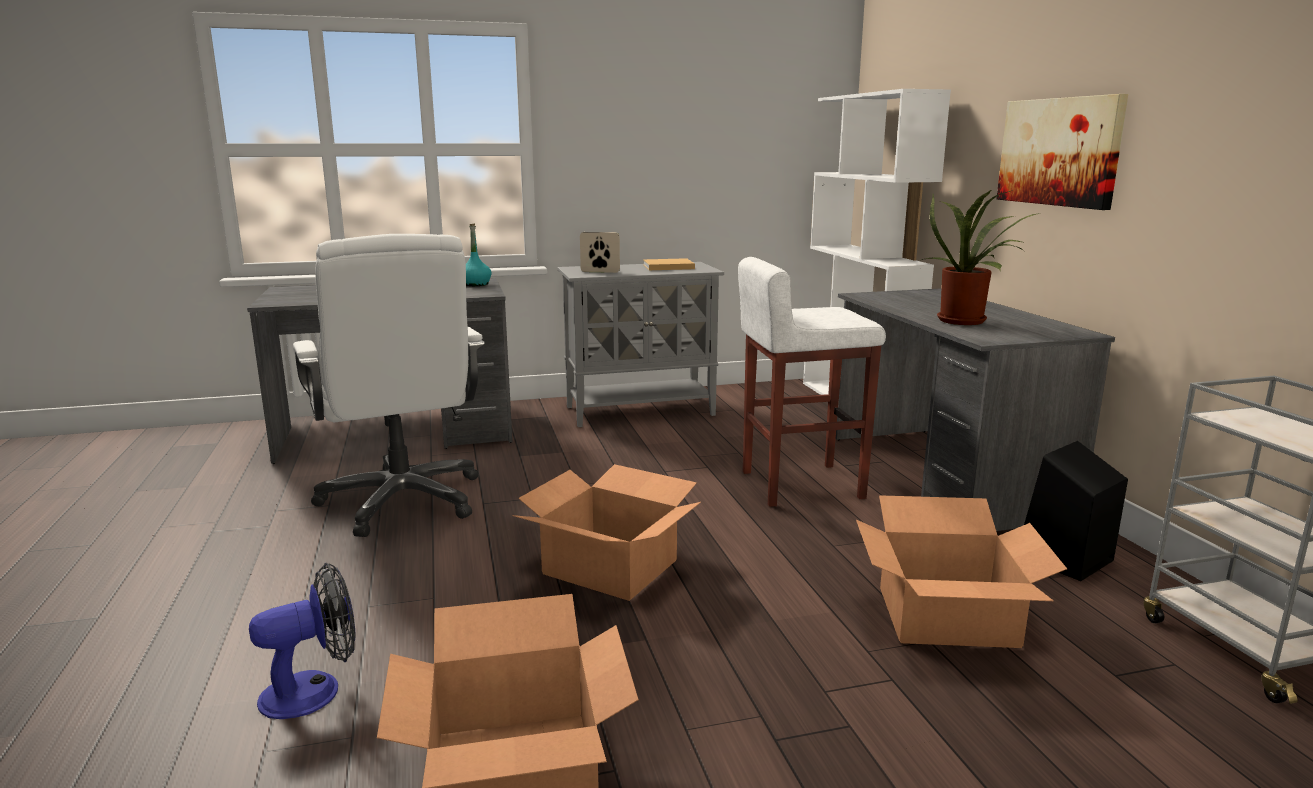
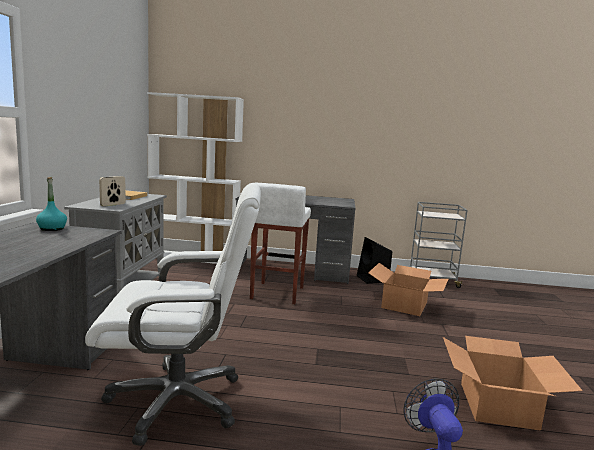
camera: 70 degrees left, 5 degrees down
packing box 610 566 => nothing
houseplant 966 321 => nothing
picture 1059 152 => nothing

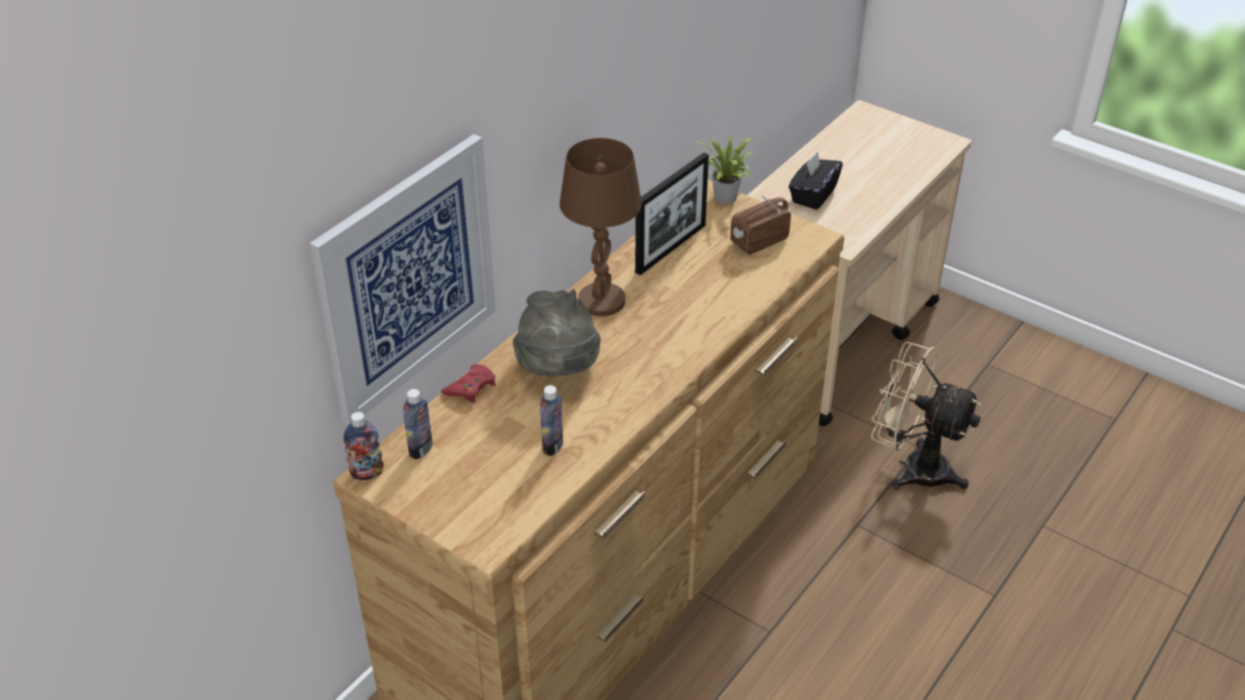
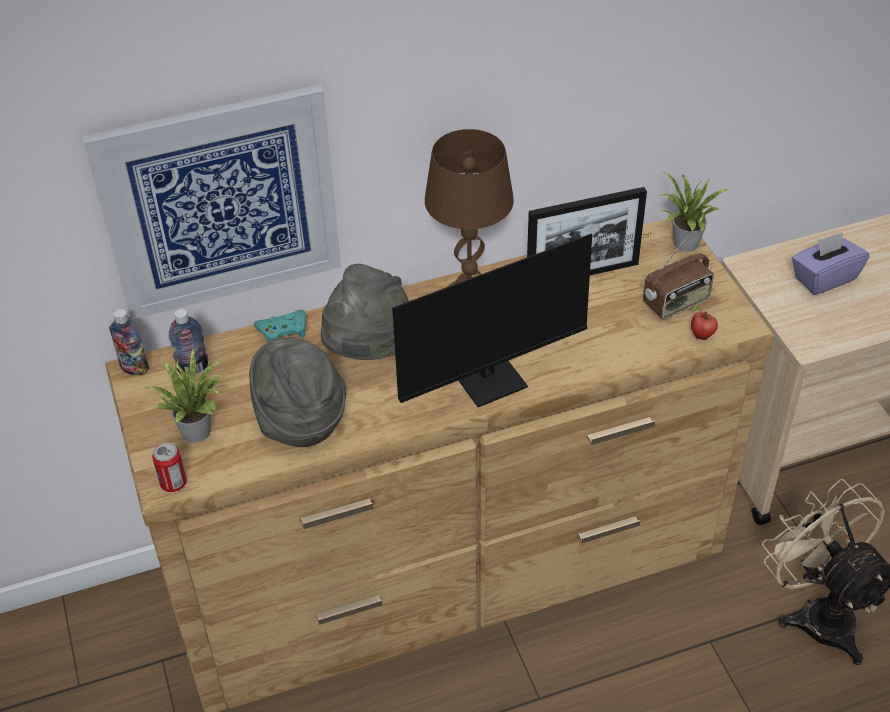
camera: 35 degrees right, 5 degrees up
gamepad/red 471 387 => gamepad/blue-green 283 330
drink bottle 552 446 => wearable hat/grey 299 419
radio receiver 758 241 => radio receiver 676 303, 150 degrees clockwise
tissue box/black 813 195 => tissue box/purple-coloured 824 278
nothing => houseplant 198 428
nothing => sealed can 173 483
nothing => computer display 500 377
nothing => apple fruit 700 336

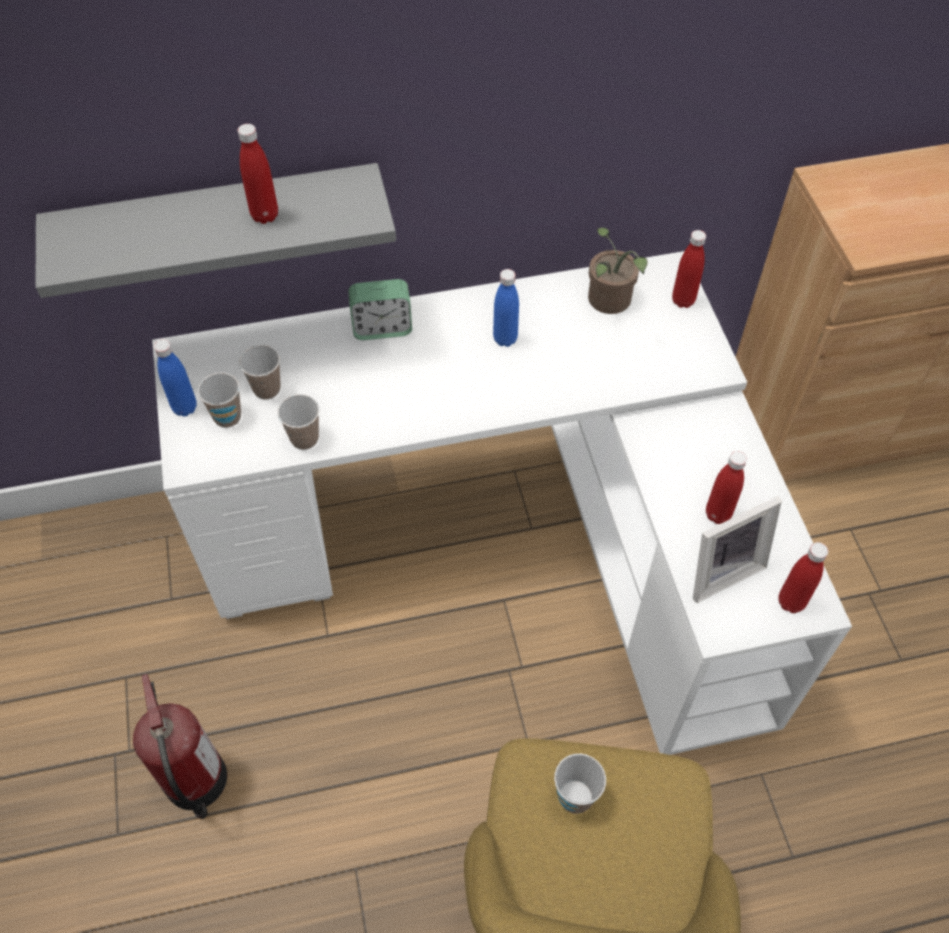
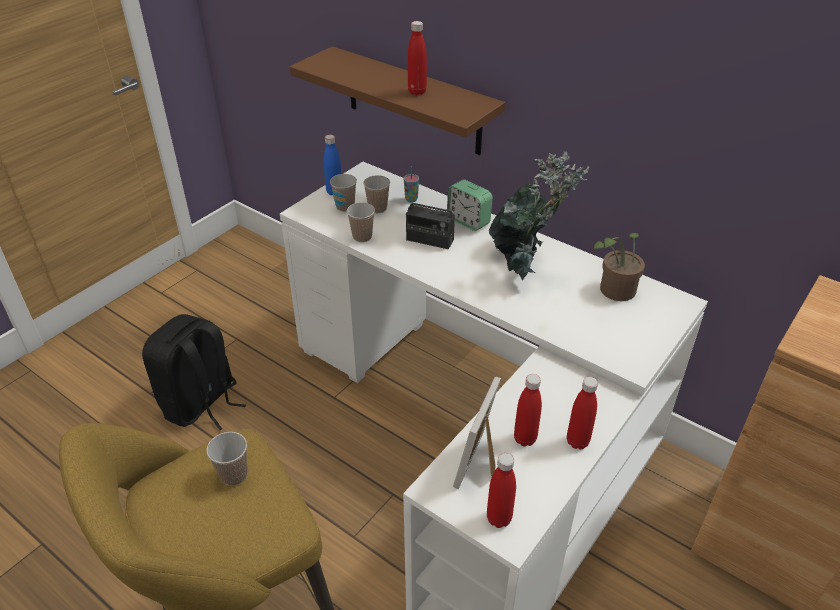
camera: 50 degrees right, 15 degrees down
wall shelf/grey 219 224 => wall shelf/brownish 413 101
fire-fighting cylinder 196 783 => knapsack/black 201 403
drink bottle/blue 505 339 => houseplant 524 266
drink bottle/red 683 301 => drink bottle/red 577 442, relocated
standing frame 720 570 => standing frame 481 464, 90 degrees clockwise
nothing => drinking cup 411 199
nothing => radio receiver 429 240

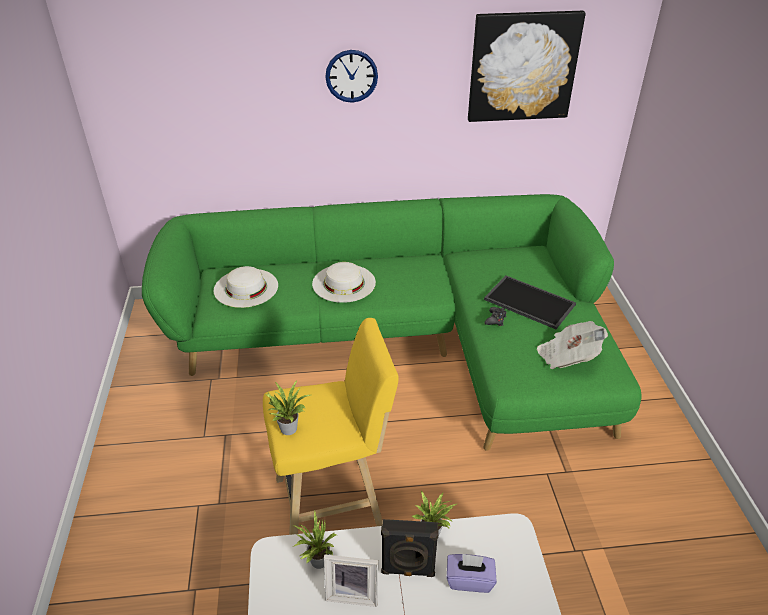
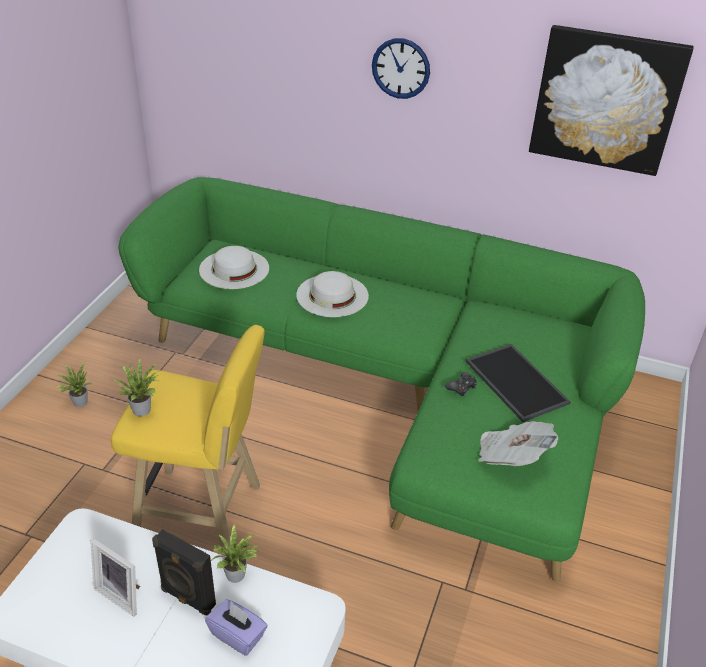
camera: 25 degrees right, 0 degrees up
houseplant 317 561 => houseplant 78 402, relocated

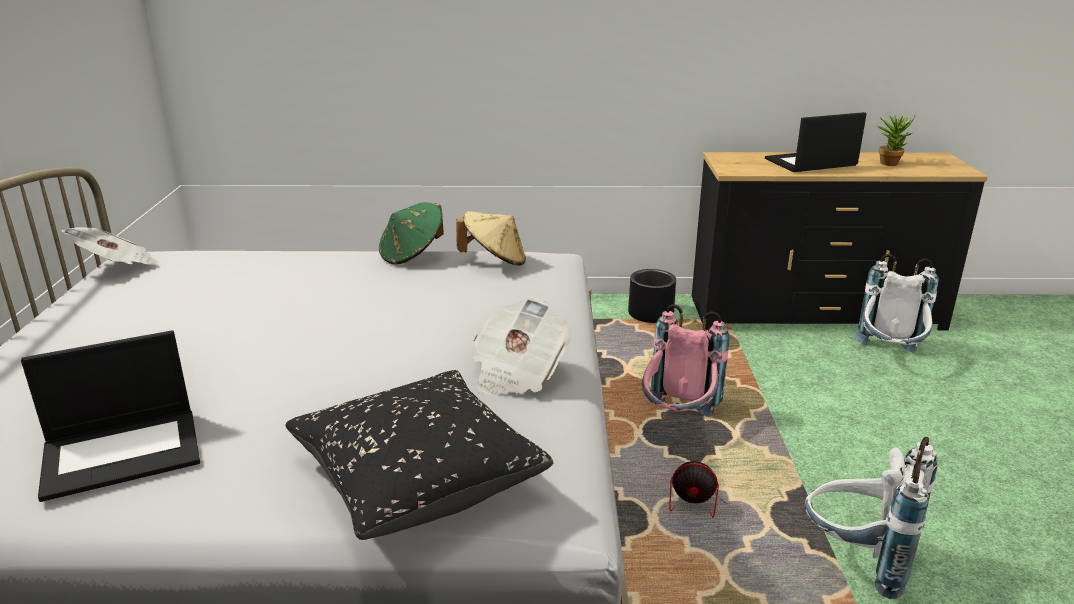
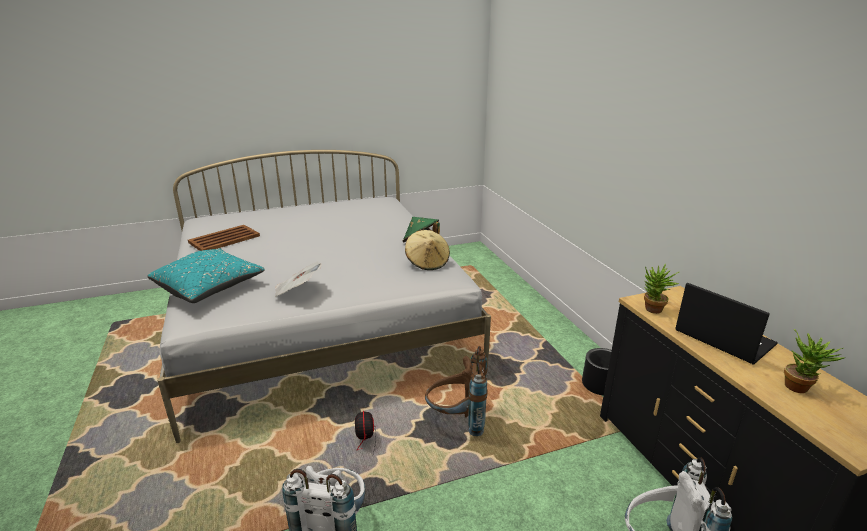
camera: 70 degrees right, 0 degrees up
laptop 124 452 => tray/brownish 225 239
printed paper 118 266 => nothing
throw pillow/black 417 476 => throw pillow/blue-green 209 287
knapsack/pink-coloured 677 421 => knapsack/brownish 457 421
nothing => houseplant 652 311

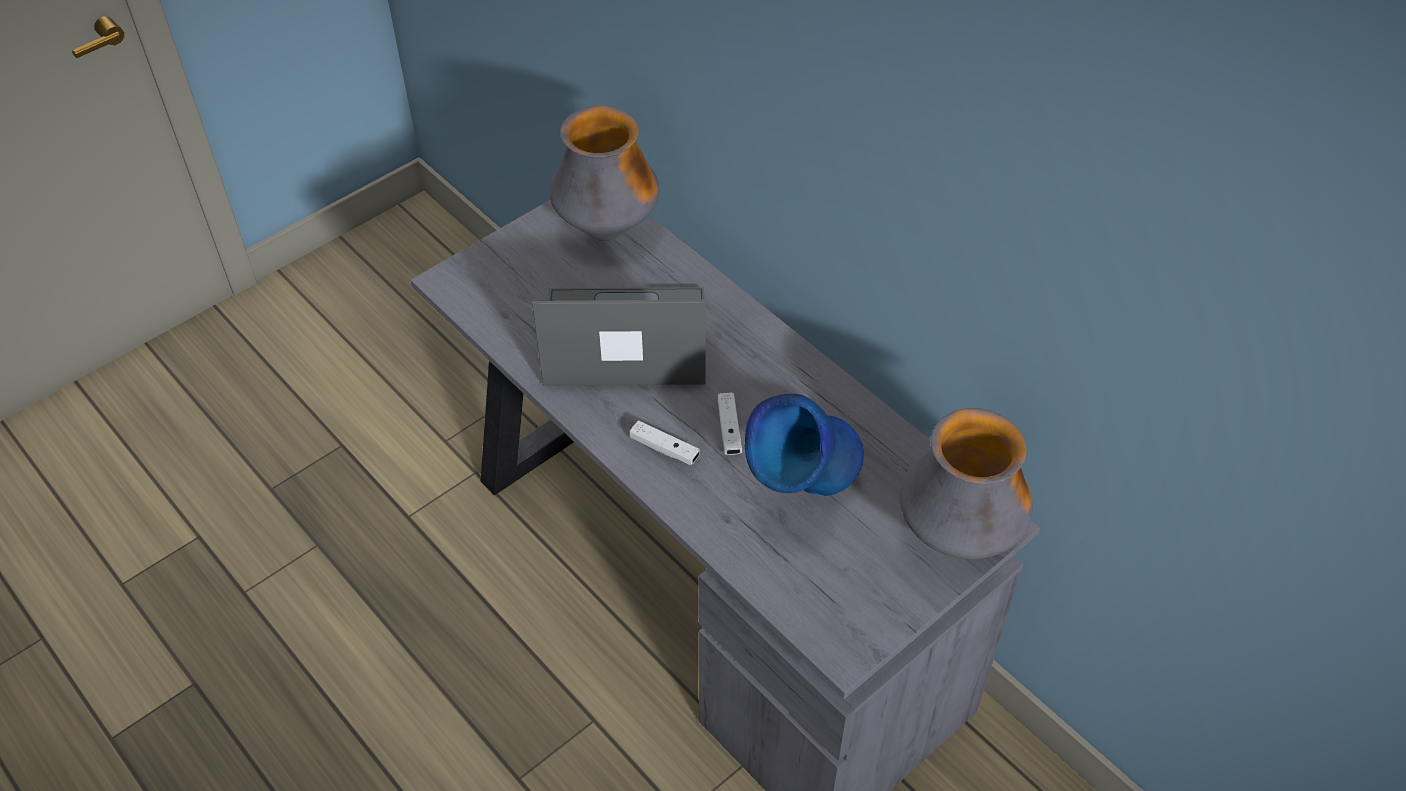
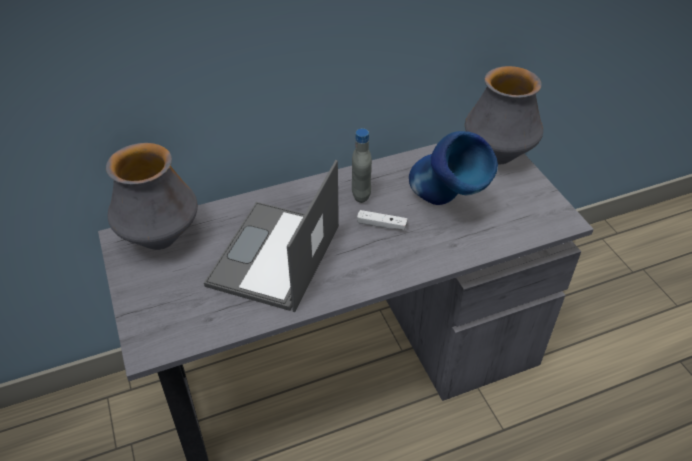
camera: 70 degrees left, 5 degrees down
gamepad/whitish 664 449 => nothing
nothing => drink bottle/grey 361 195

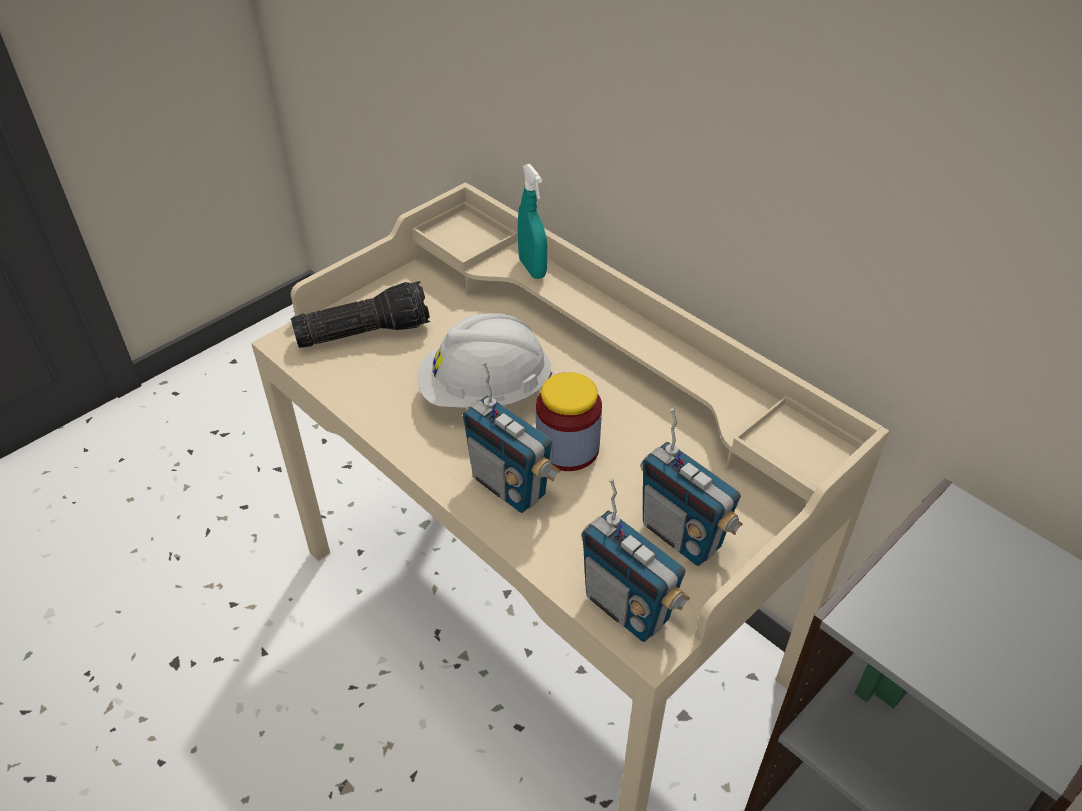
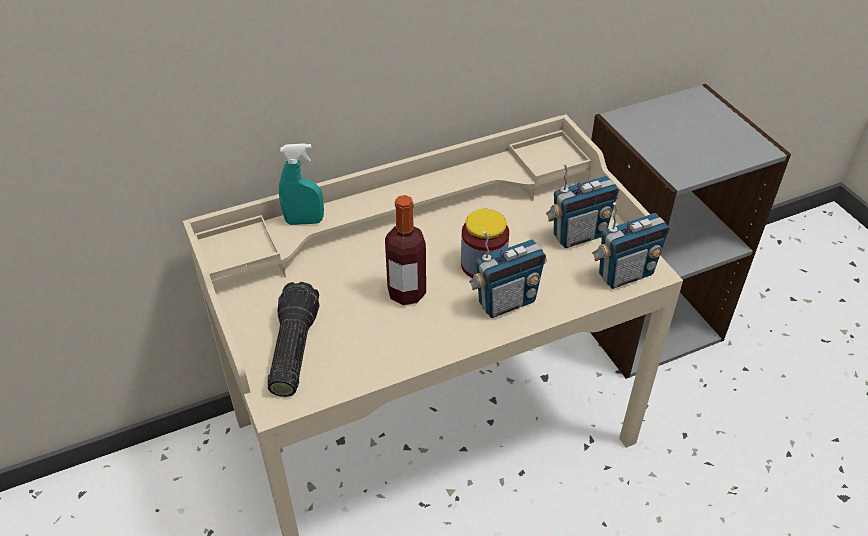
camera: 70 degrees left, 0 degrees up
hard hat/whitish 485 392 => drink bottle 406 293

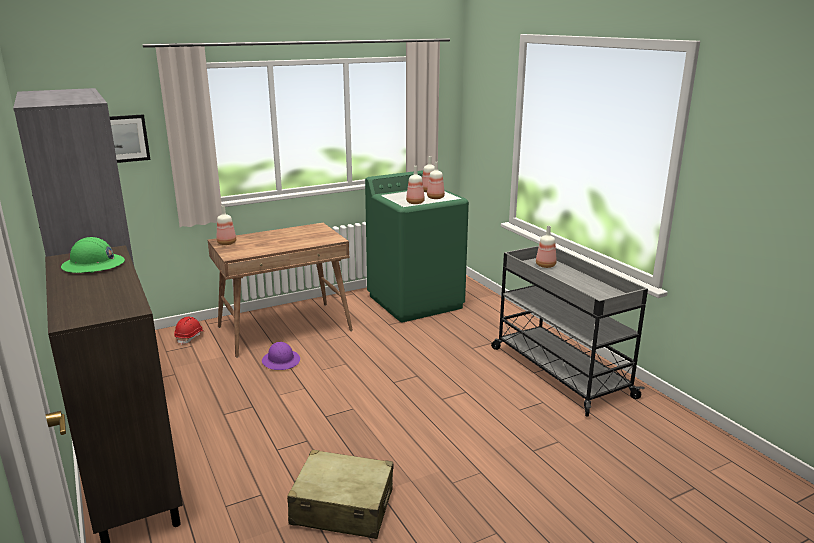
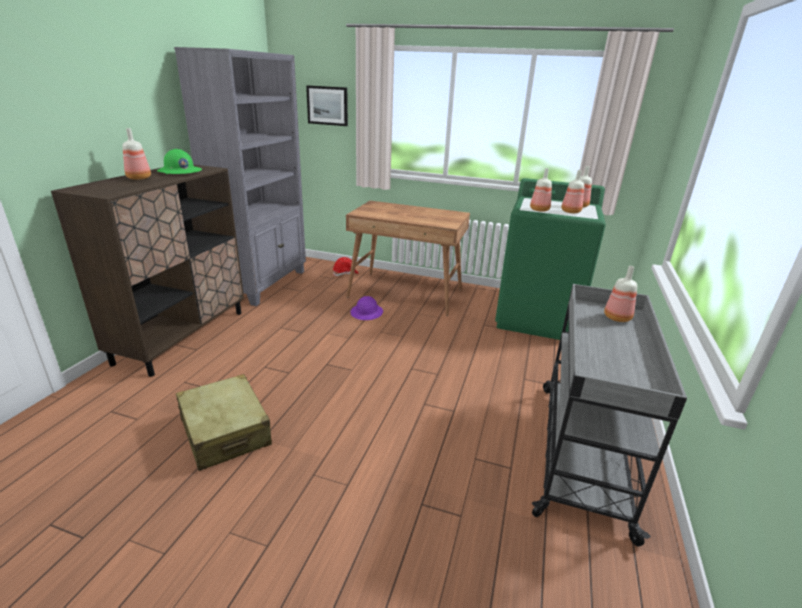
camera: 45 degrees right, 5 degrees up
drink bottle 226 243 => drink bottle 139 178, relocated

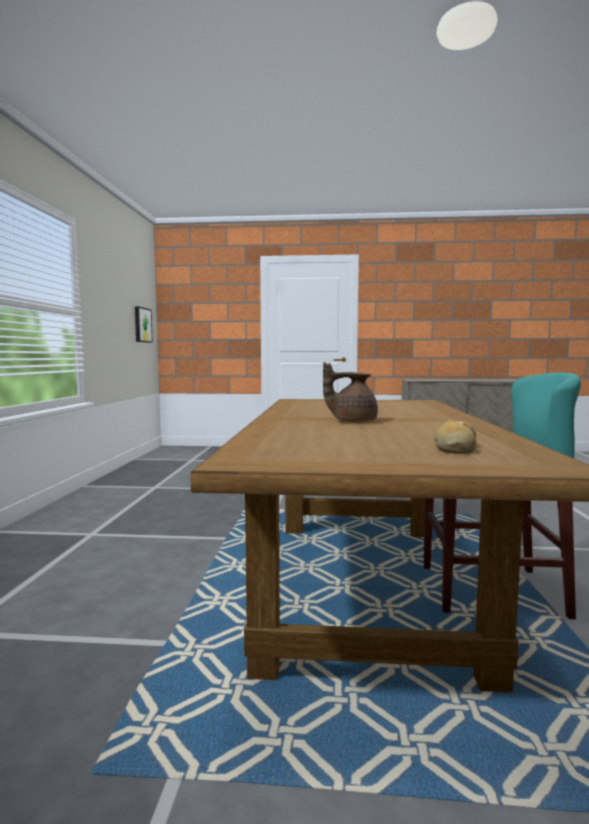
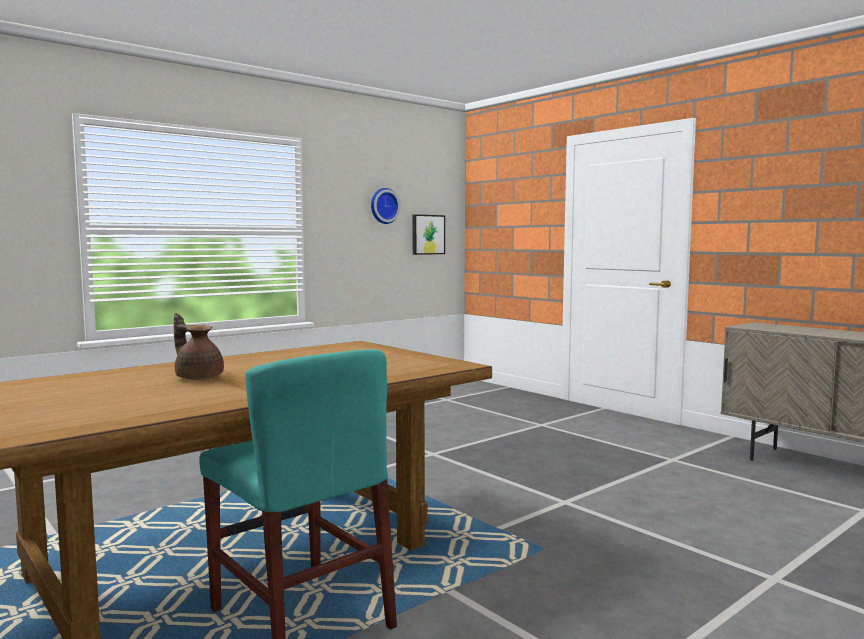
camera: 45 degrees right, 0 degrees up
baked bread 455 448 => nothing
nothing => wall clock 383 206

